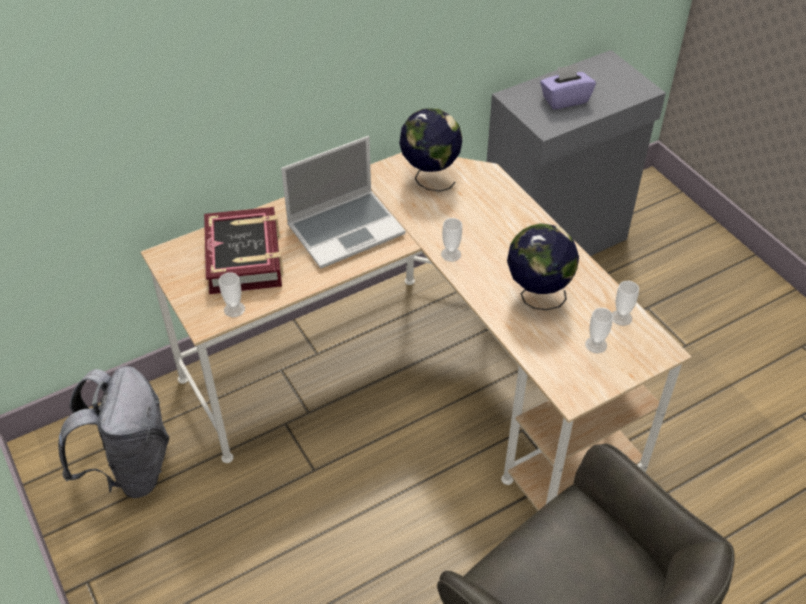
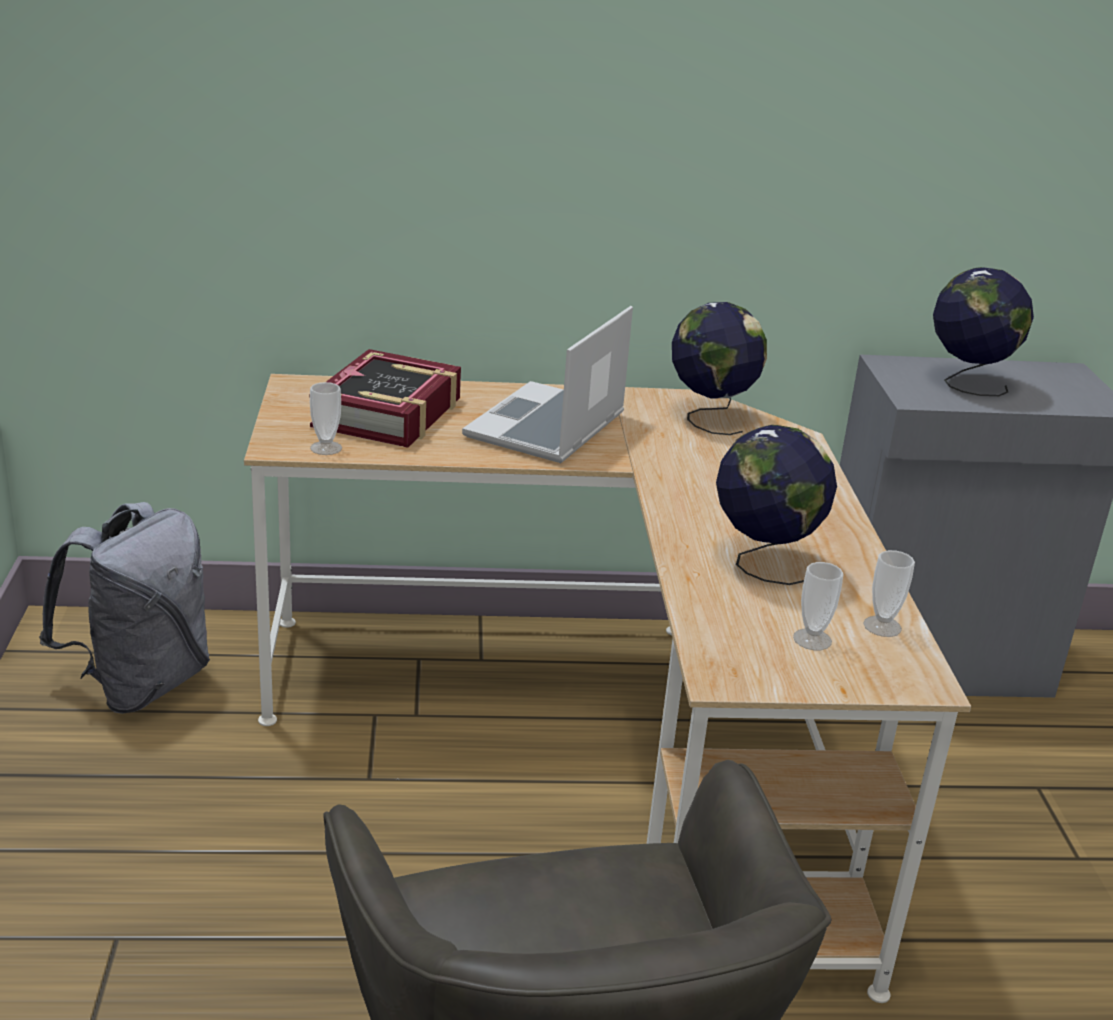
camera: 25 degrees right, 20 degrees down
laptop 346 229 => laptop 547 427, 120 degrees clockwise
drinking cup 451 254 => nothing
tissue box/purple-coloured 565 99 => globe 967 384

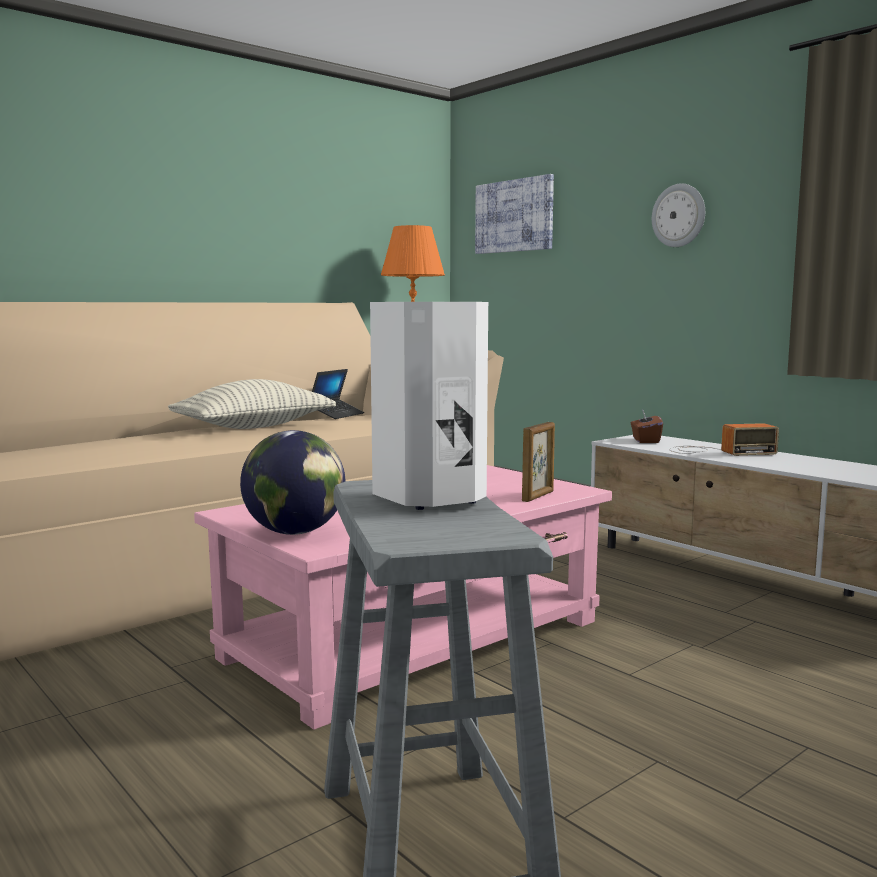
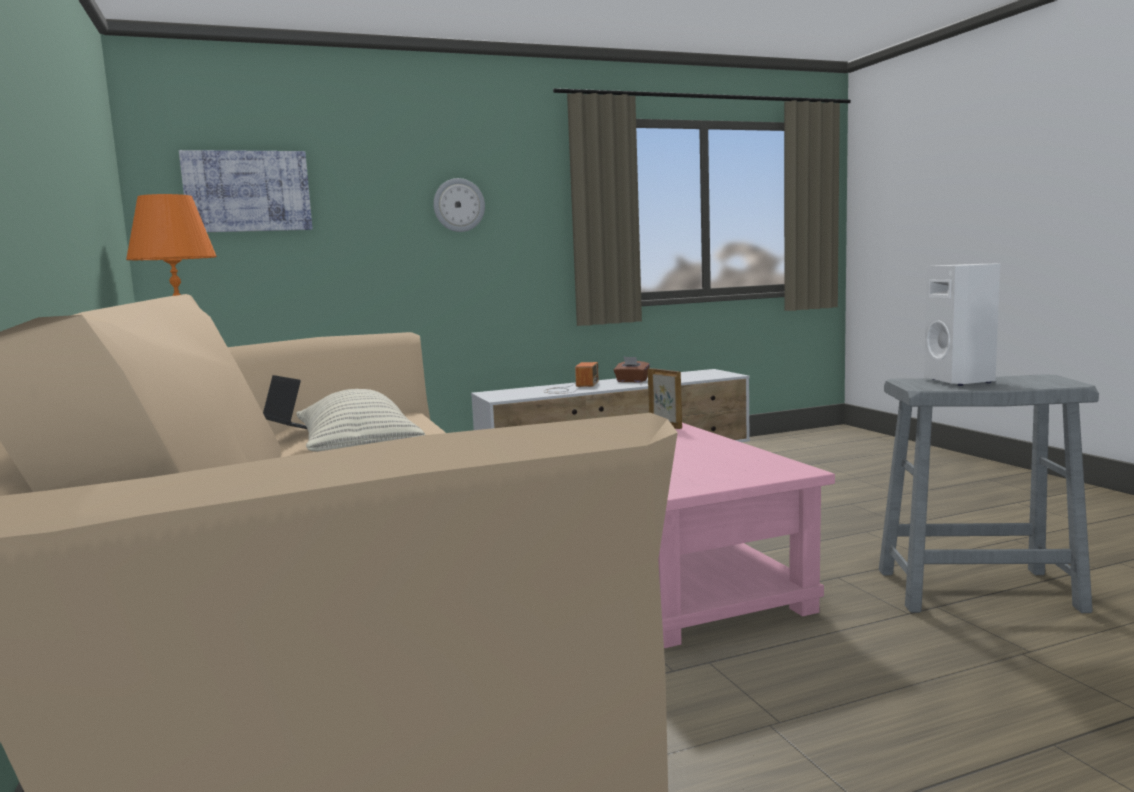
camera: 70 degrees left, 0 degrees up
globe 295 532 => nothing
tissue box/brownish 645 440 => tissue box/brownish 631 381, relocated

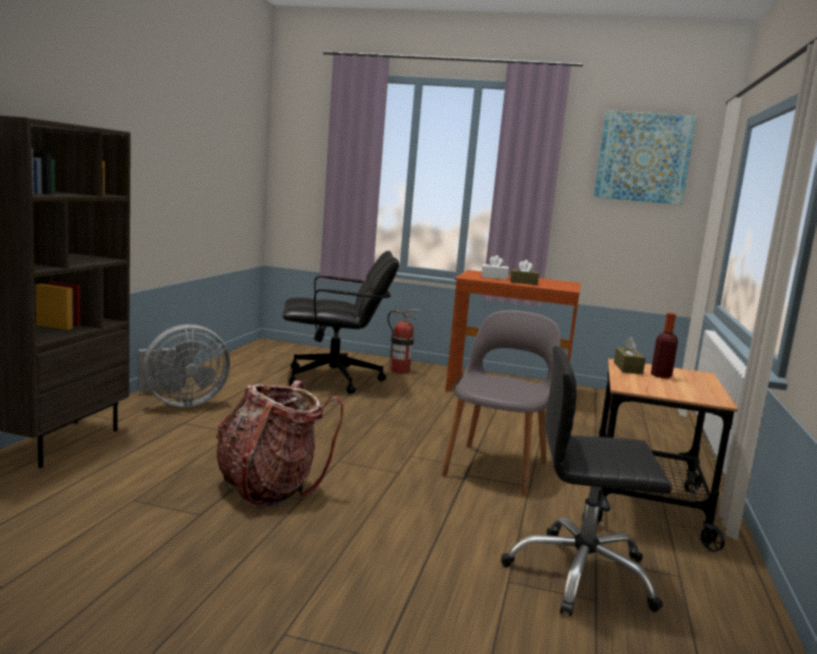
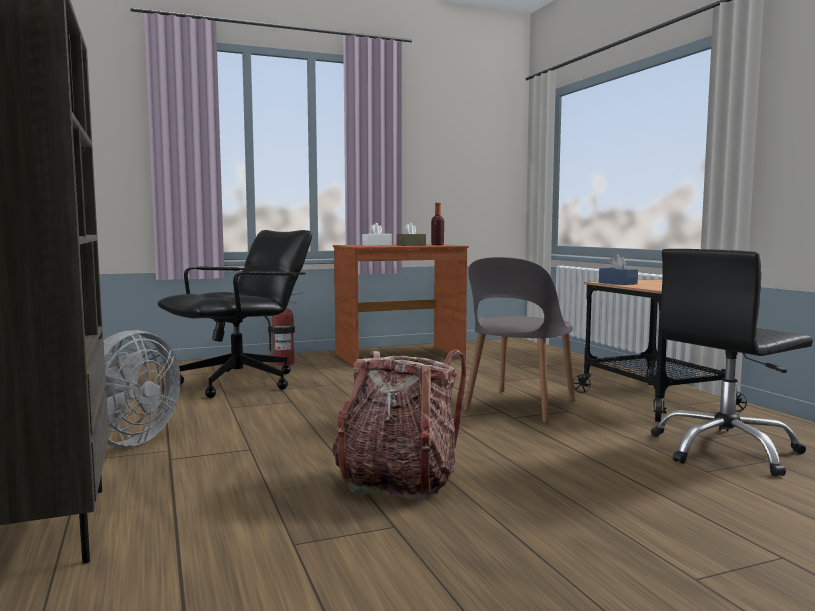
camera: 35 degrees left, 5 degrees down
plain chair/grey 496 467 => plain chair/grey 519 406, 135 degrees counterclockwise
picture 643 157 => nothing
tissue box/brownish 628 368 => tissue box/blue 617 283
drink bottle 661 376 => drink bottle 437 245, relocated

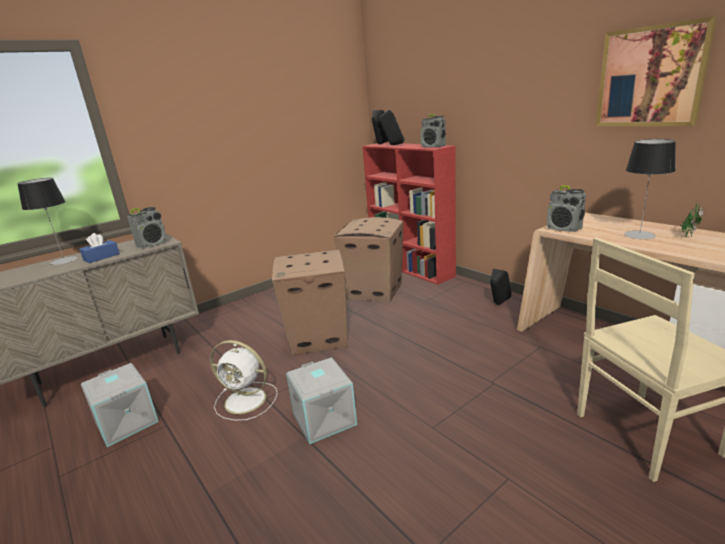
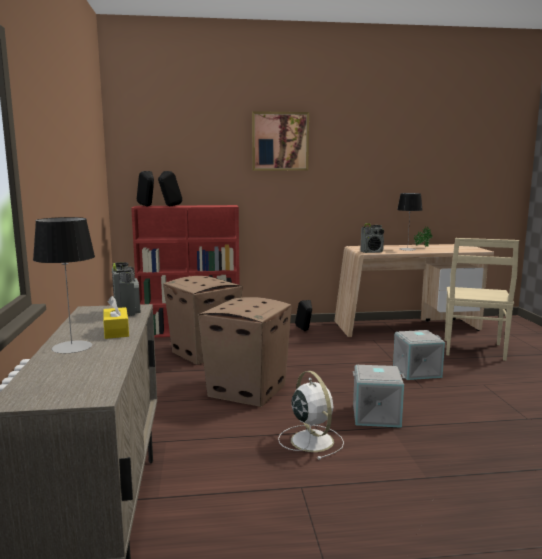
camera: 60 degrees left, 10 degrees down
tissue box/blue 101 257 => tissue box/yellow 116 331
storage bin/grey 128 422 => storage bin/grey 416 371, relocated
cooling fan/whitish 247 400 => cooling fan/whitish 311 440, 75 degrees counterclockwise
radio receiver 433 146 => nothing
picture 650 77 => picture 280 141, relocated

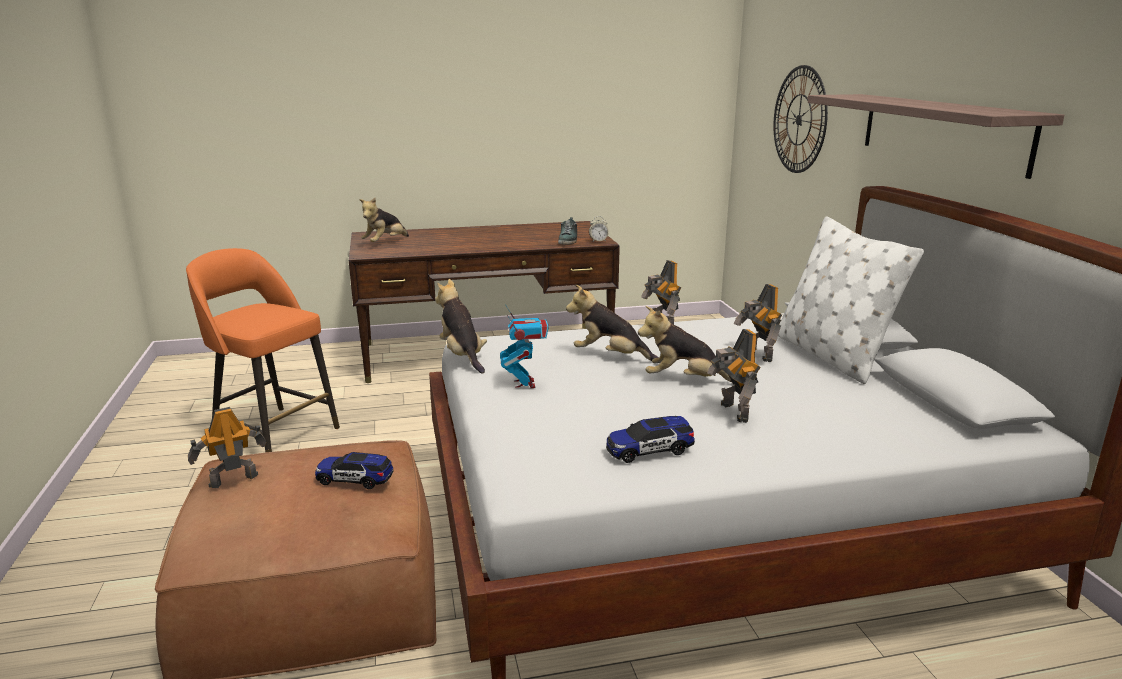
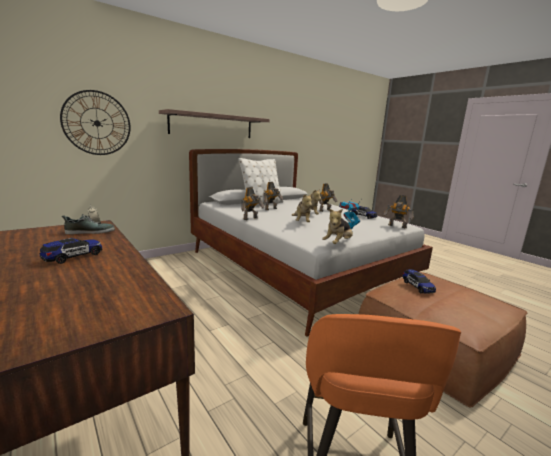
camera: 115 degrees left, 5 degrees down
toy robot 232 479 => toy robot 397 226, relocated
soft toy 385 243 => nothing
nothing => model car 73 257

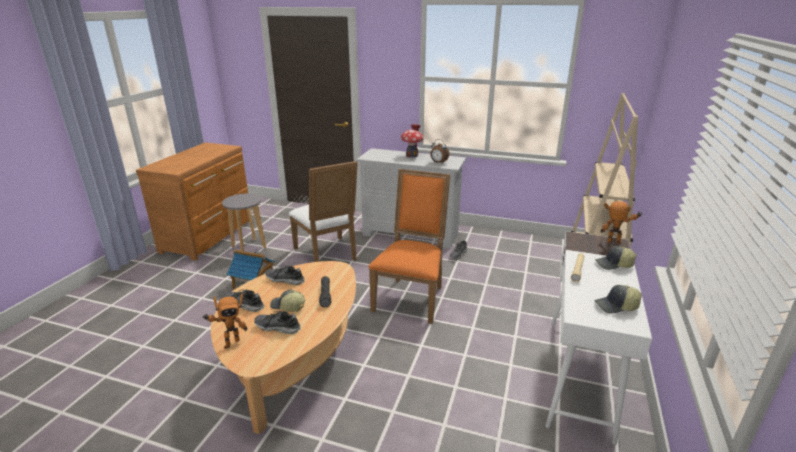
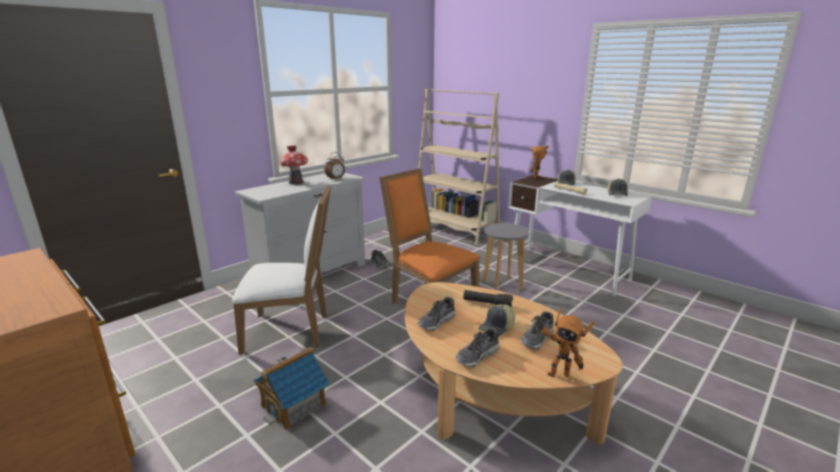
camera: 65 degrees left, 5 degrees down
toy robot 230 343 => toy robot 557 373, 120 degrees clockwise
stool seat/grey 248 247 => stool seat/grey 502 286, relocated

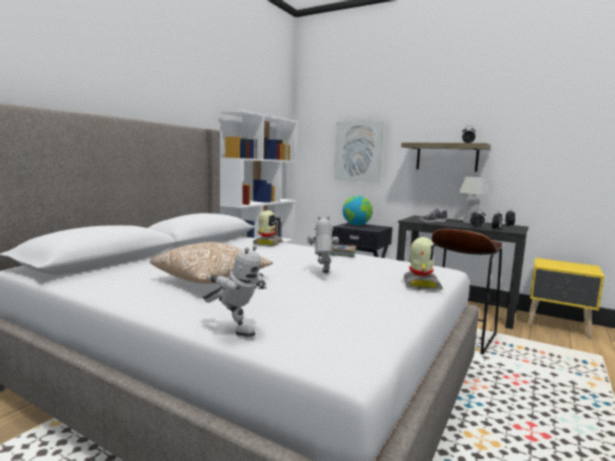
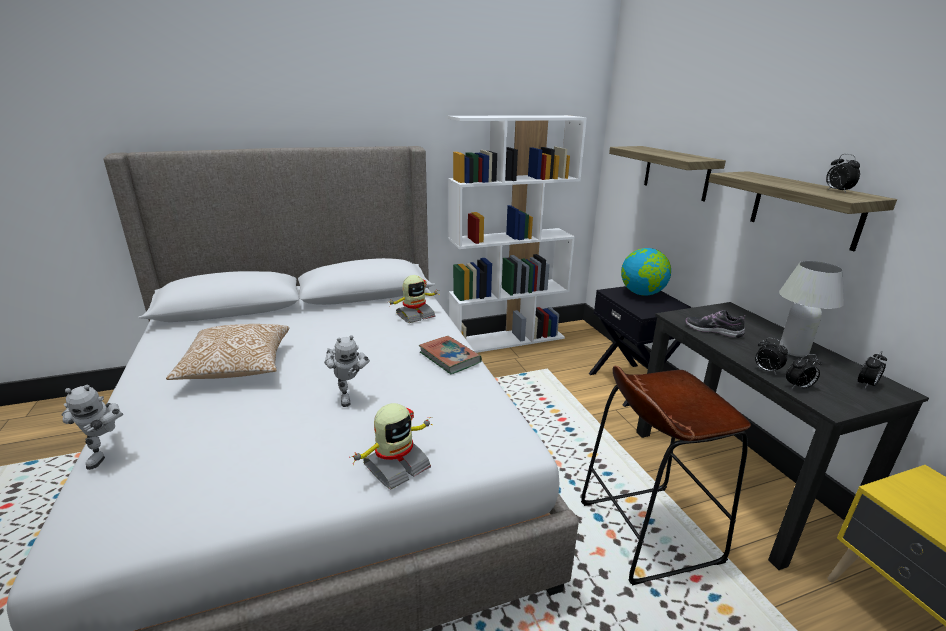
camera: 40 degrees right, 15 degrees up
toy robot 322 273 => toy robot 348 395, 120 degrees clockwise
picture 358 151 => wall shelf 676 172

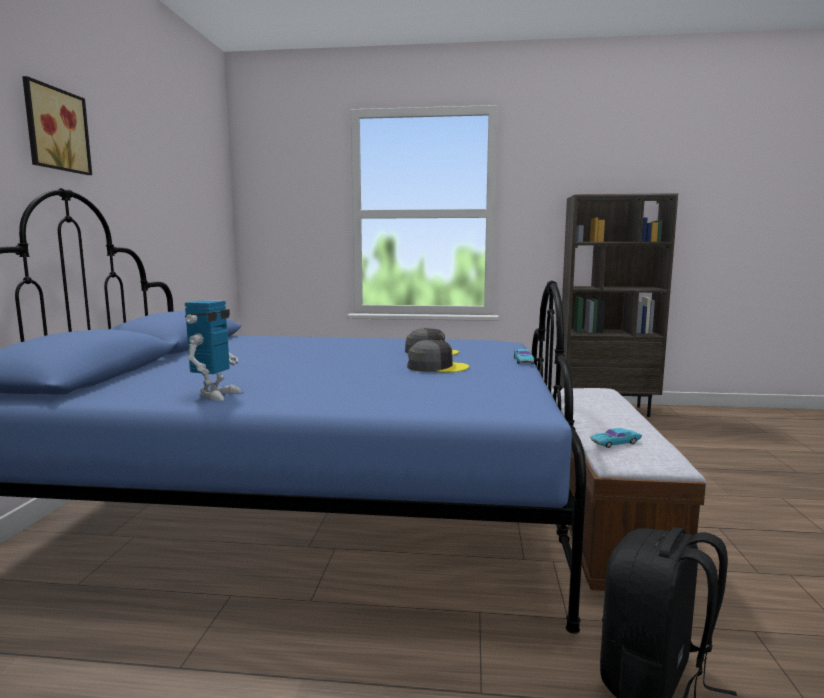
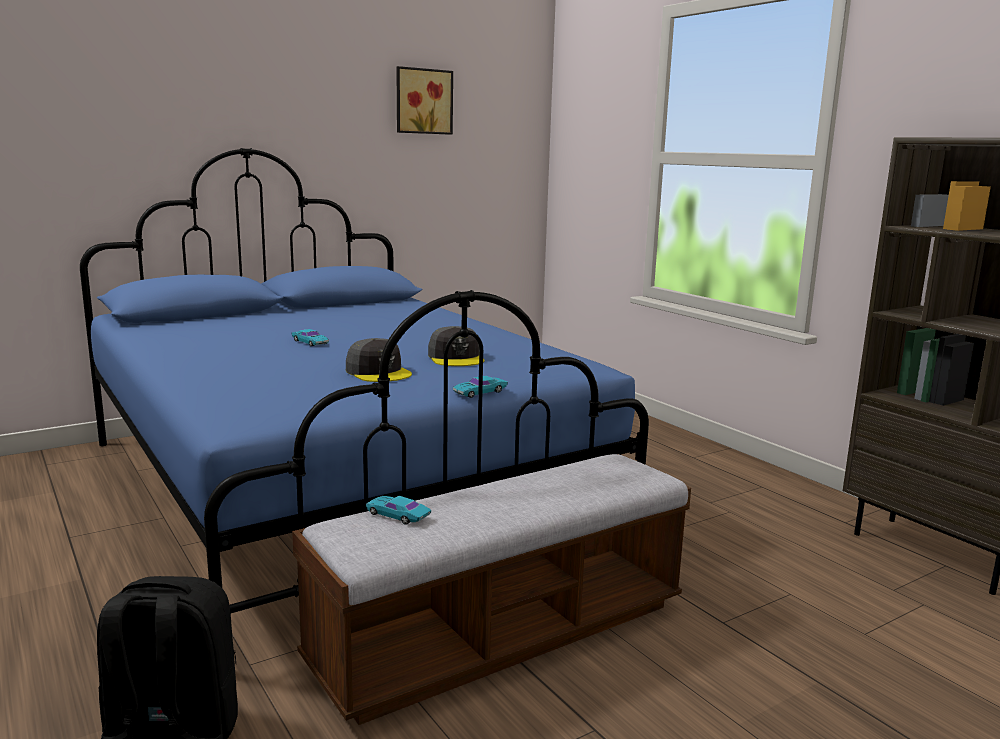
camera: 50 degrees right, 5 degrees up
picture 54 129 => picture 423 101, relocated
toy robot 215 394 => nothing
nothing => model car/blue-green 310 342

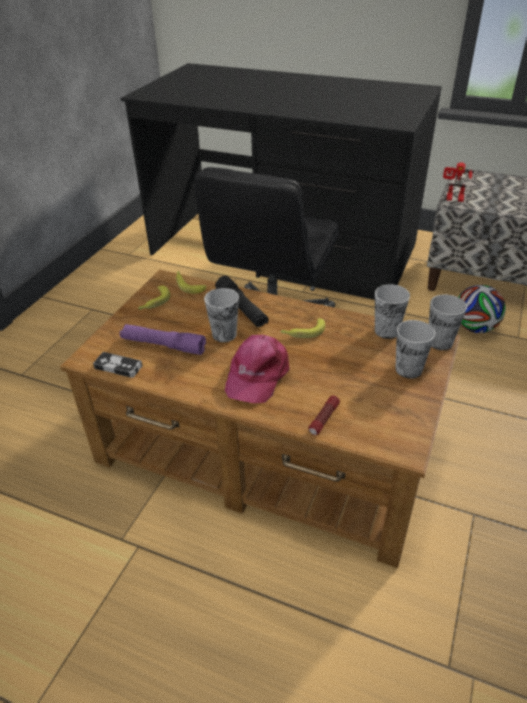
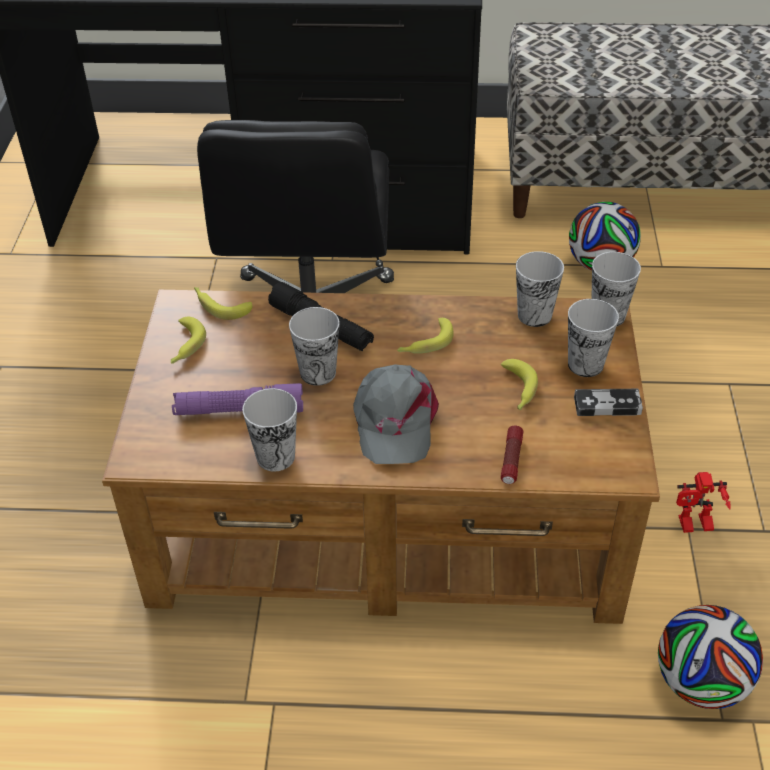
camera: 20 degrees left, 5 degrees up
gamepad 118 367 => gamepad 607 405, relocated
peaked cap/pink-coloured 256 374 => peaked cap/grey 394 421
toy robot 453 199 => toy robot 694 527, relocated
nothing => drinking cup 275 457
nothing => banana fruit 518 390
nothing => football 700 682

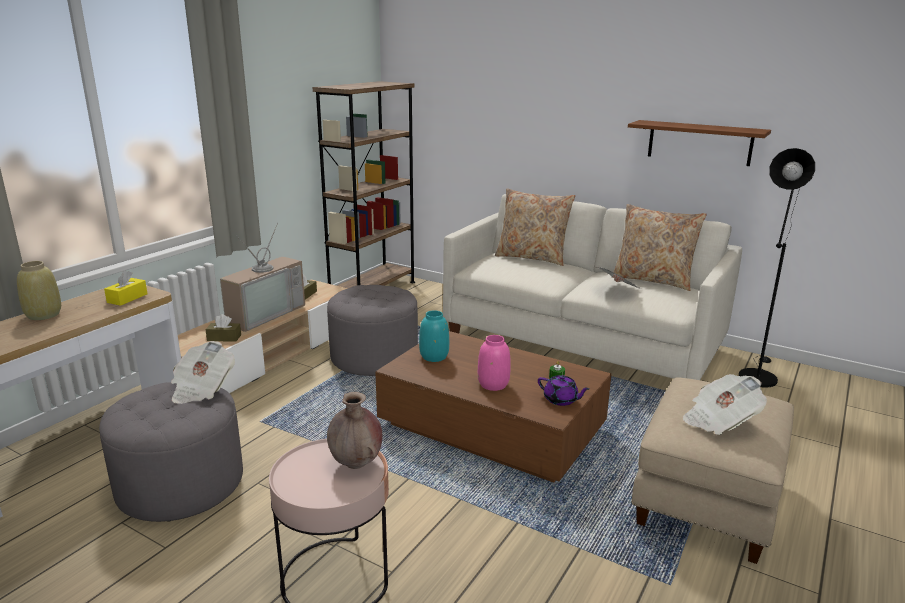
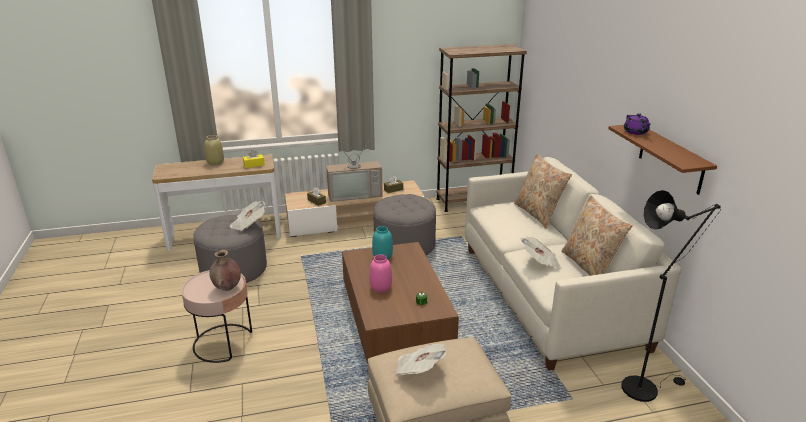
camera: 45 degrees right, 5 degrees up
tea pot/purple-coloured 561 400 => tea pot/purple-coloured 635 132, relocated

